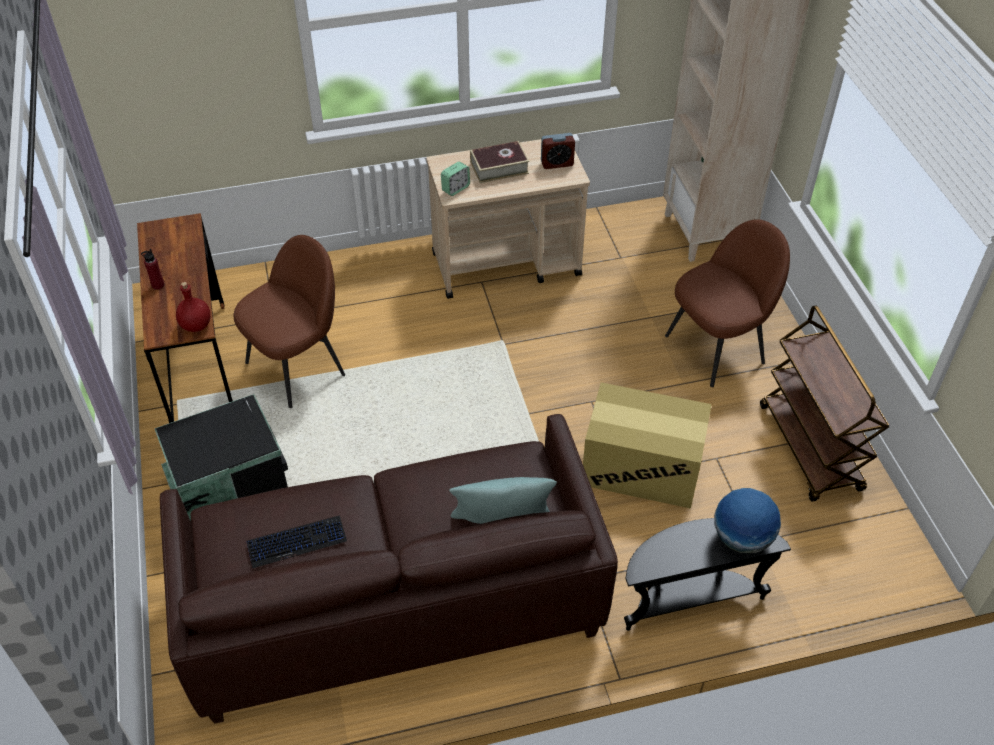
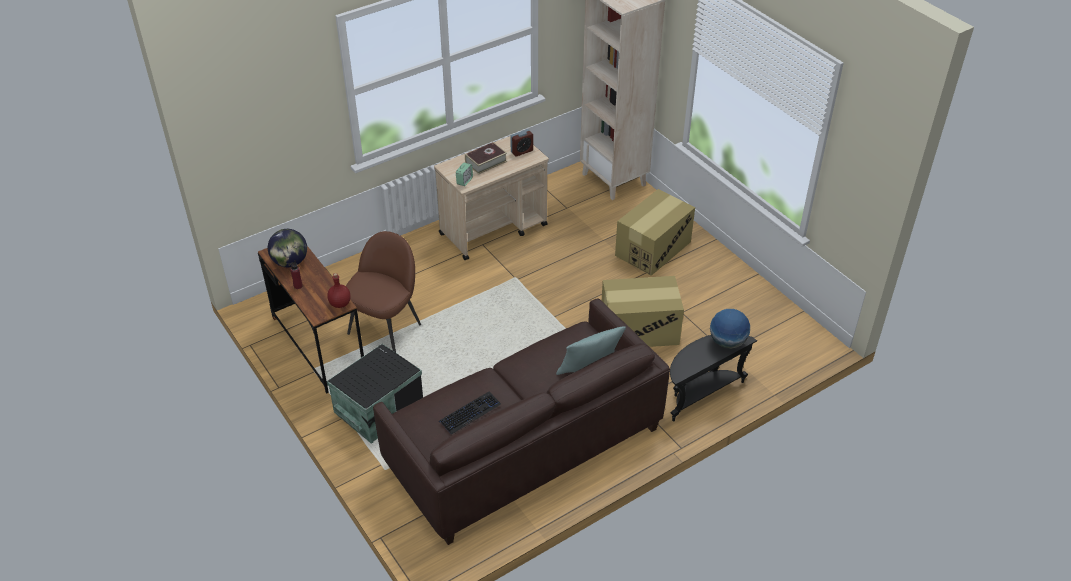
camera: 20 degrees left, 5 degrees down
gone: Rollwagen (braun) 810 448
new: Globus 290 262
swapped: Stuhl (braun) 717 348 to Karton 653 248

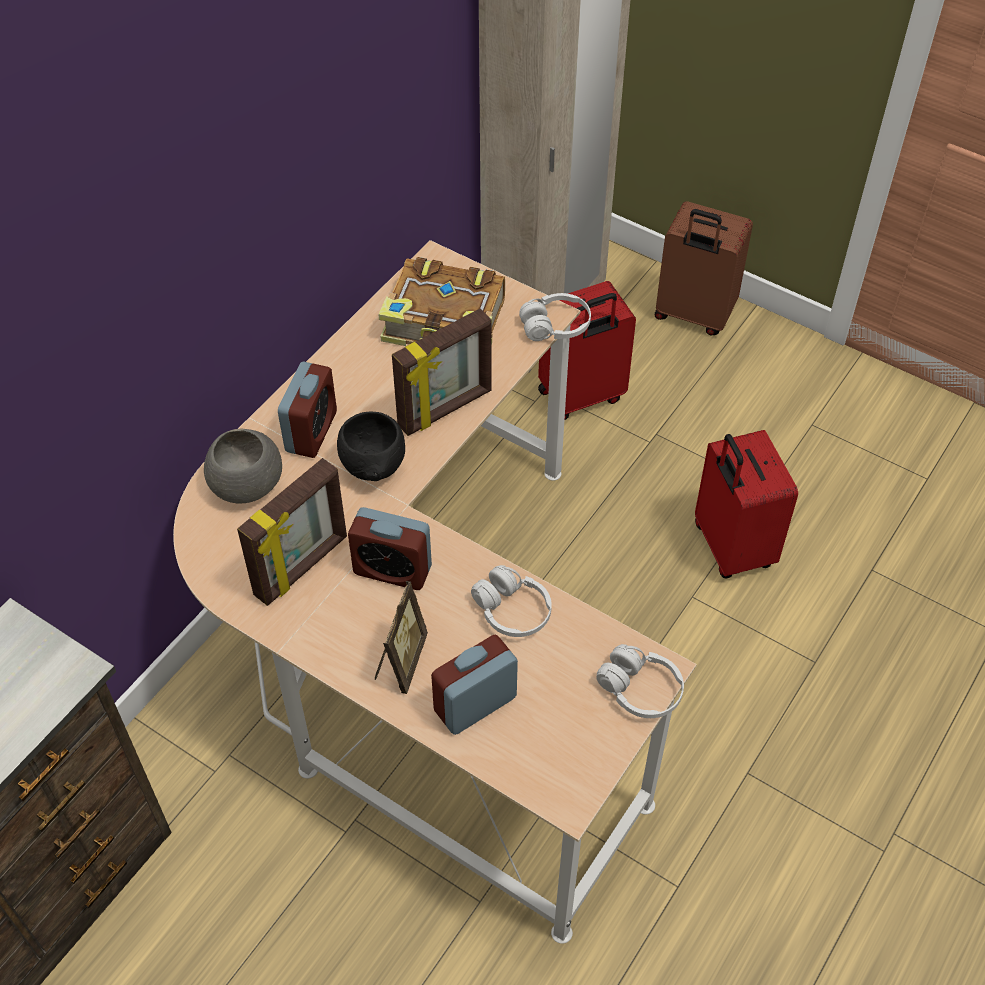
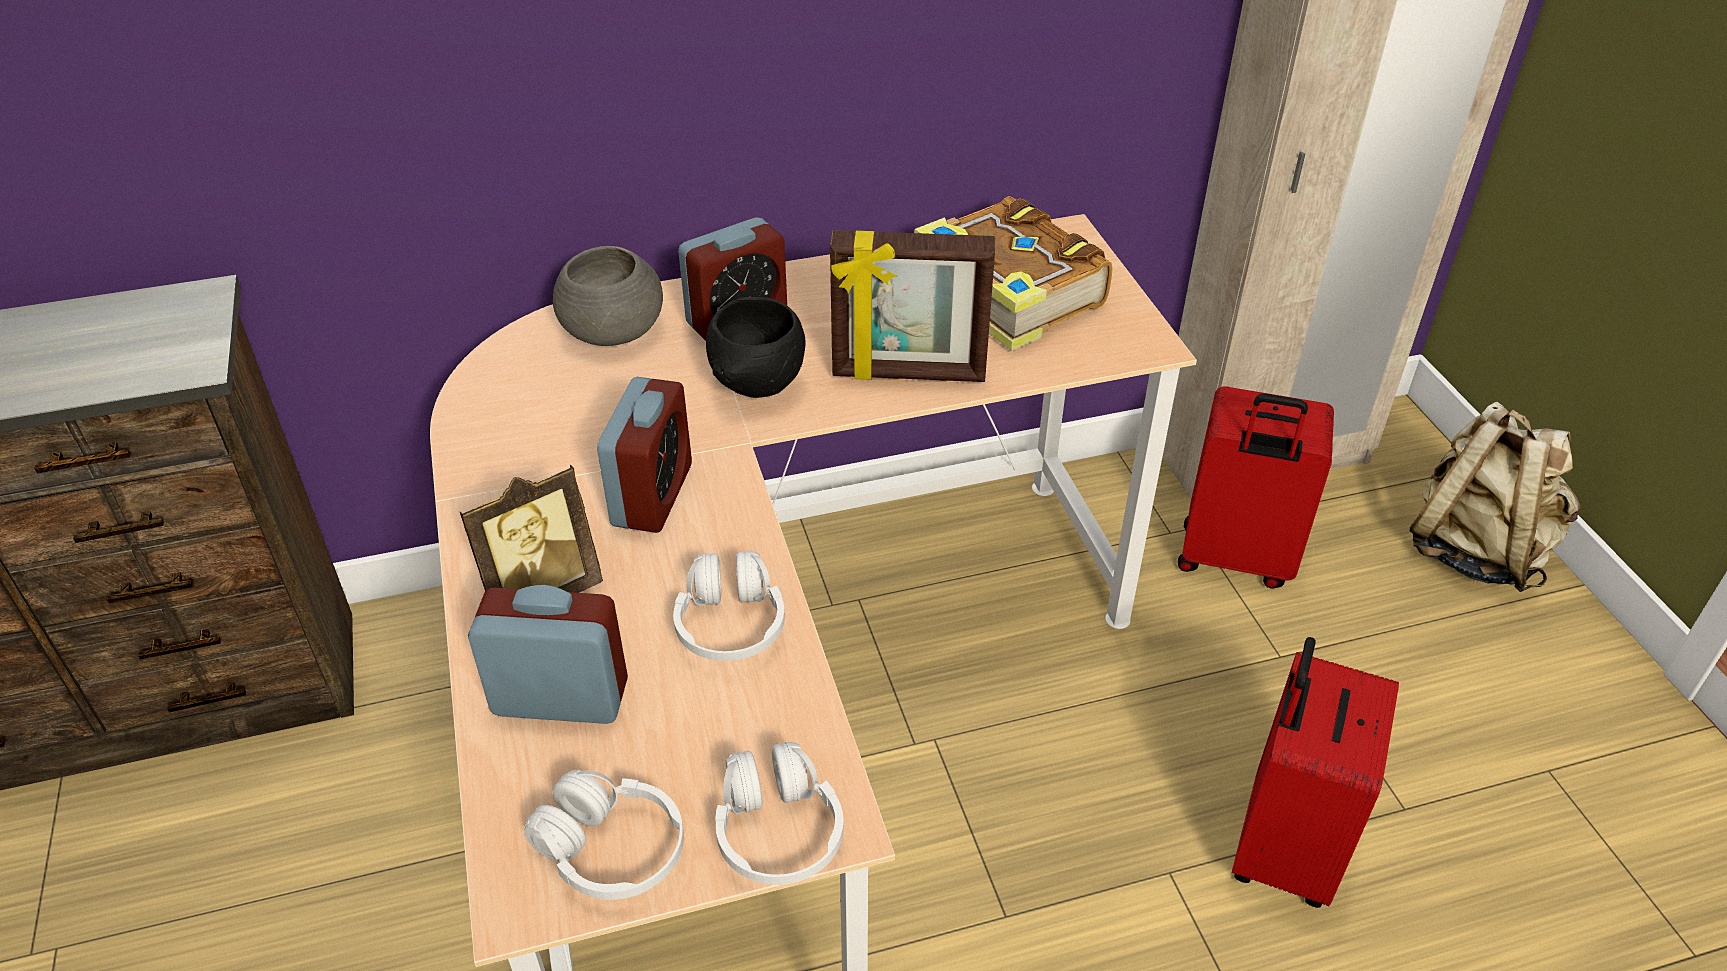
camera: 40 degrees right, 10 degrees down
gone: Bilderrahmen 302 567
shifted: Kopfhörer (weiß) 555 326 to 611 850
swapped: Koffer (braun) 693 315 to Rucksack (beige) 1475 550
rotated: Wecker 392 570 = 652 495 135 degrees counterclockwise

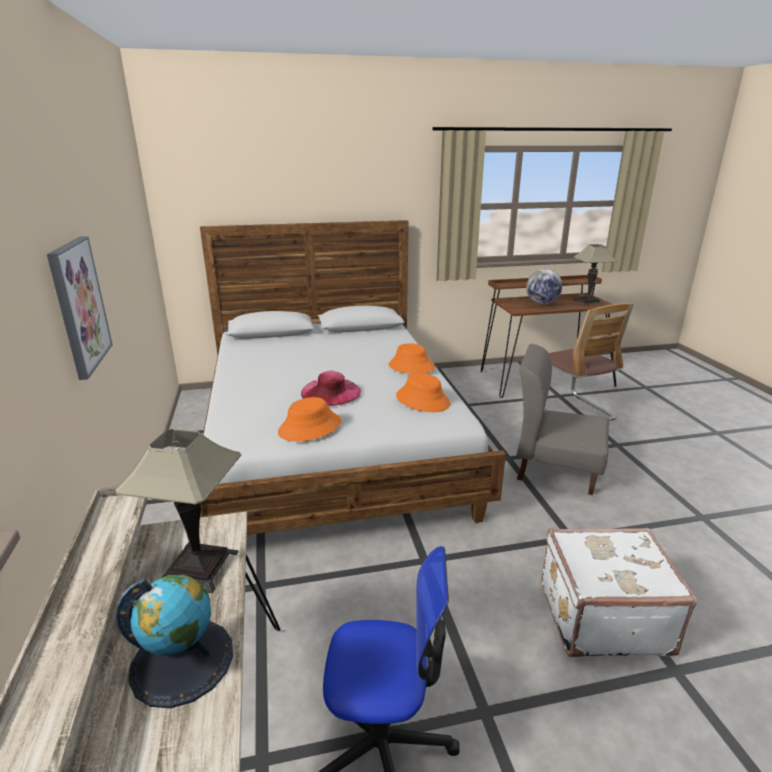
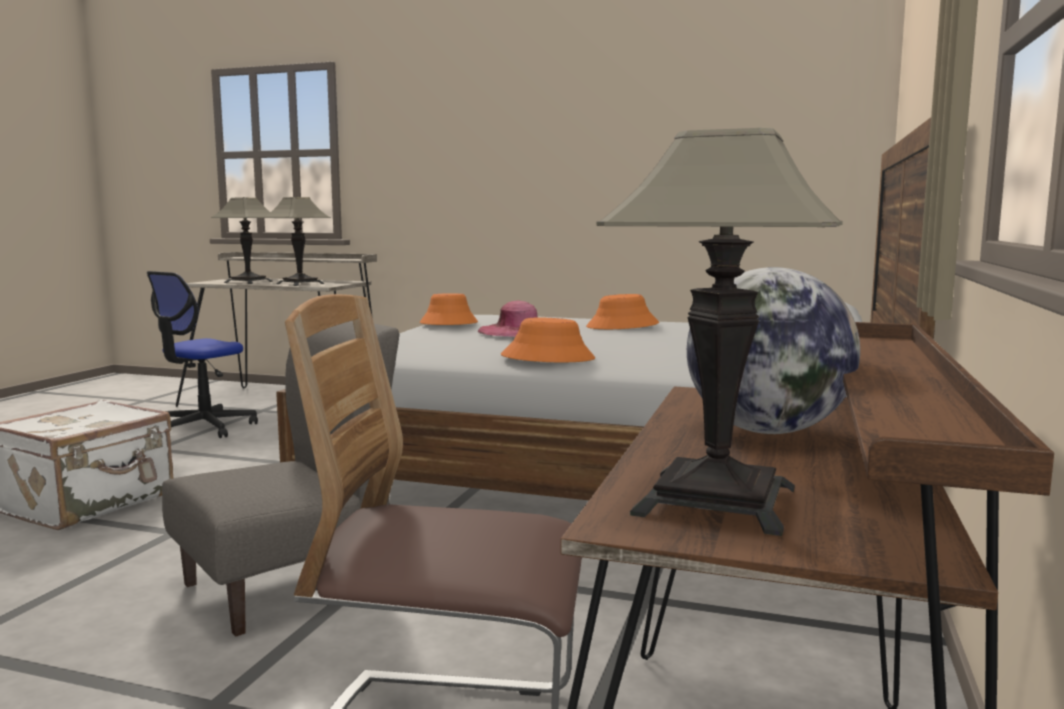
camera: 120 degrees right, 15 degrees down
gone: Bild 79 305
shifted: Hut (orange) 423 400 to 622 326
swapped: Globus 182 660 to Tischlampe 248 282

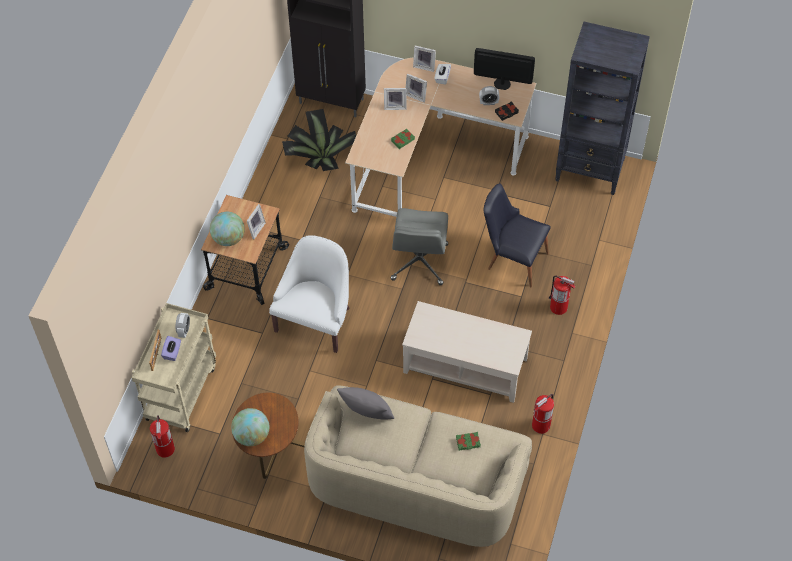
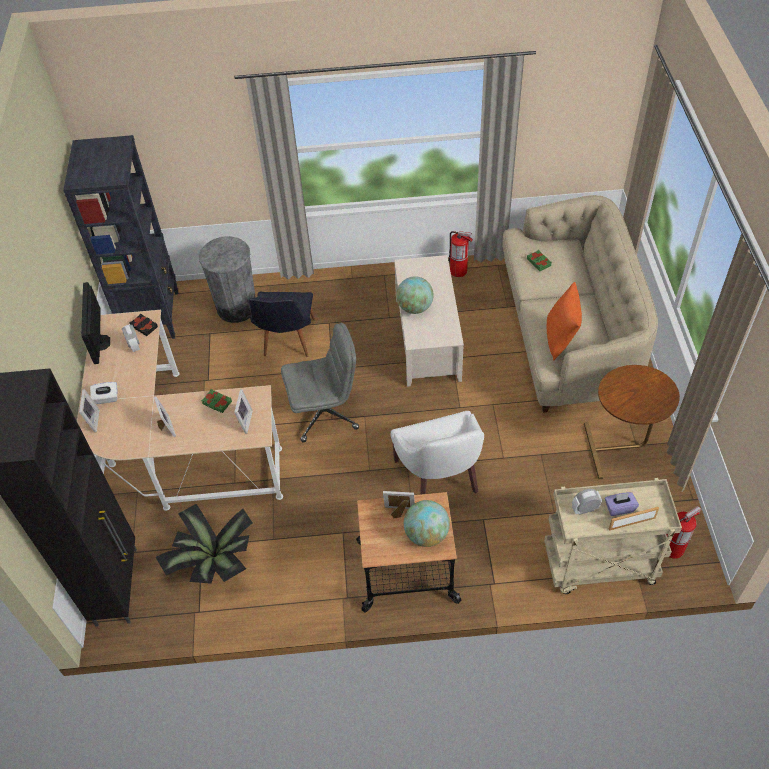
camera: 110 degrees left, 5 degrees down
gone: Feuerlöscher 559 307
new: Mülleimer (grau) 237 307
shifted: Bilderrahmen 416 95 to 243 421; Globus 252 435 to 415 307
repainted: Kissen (grau) 366 415 to Kissen (orange) 560 339
rotated: Sessel (weiß) 316 320 = 440 476 105 degrees counterclockwise

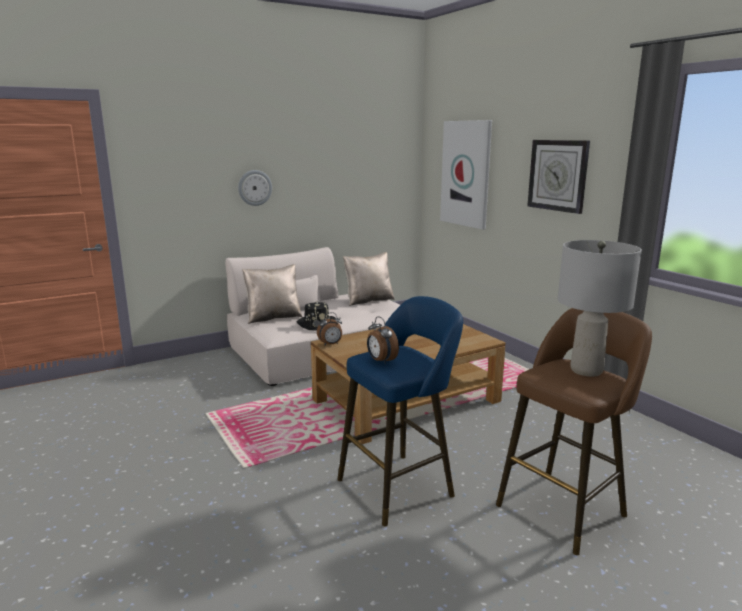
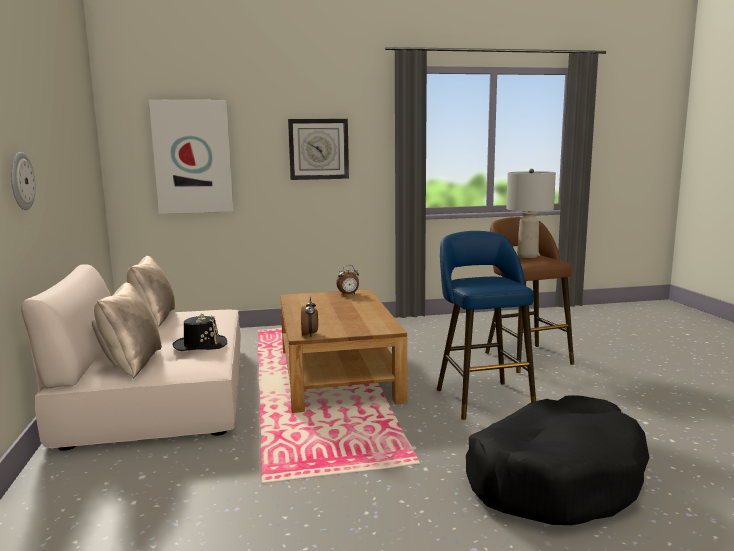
camera: 70 degrees left, 5 degrees down
new: Hundebett (schwarz) 554 478
shifted: Wecker 381 361 to 348 294

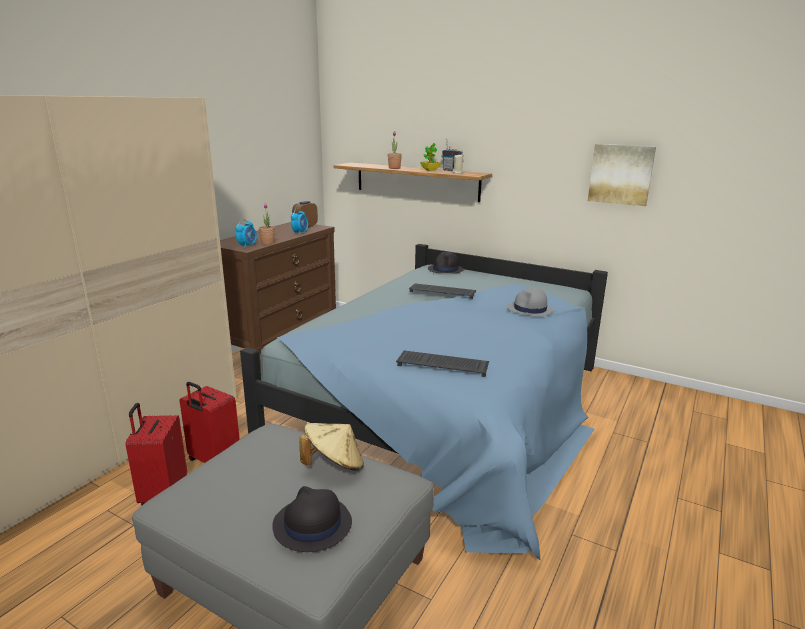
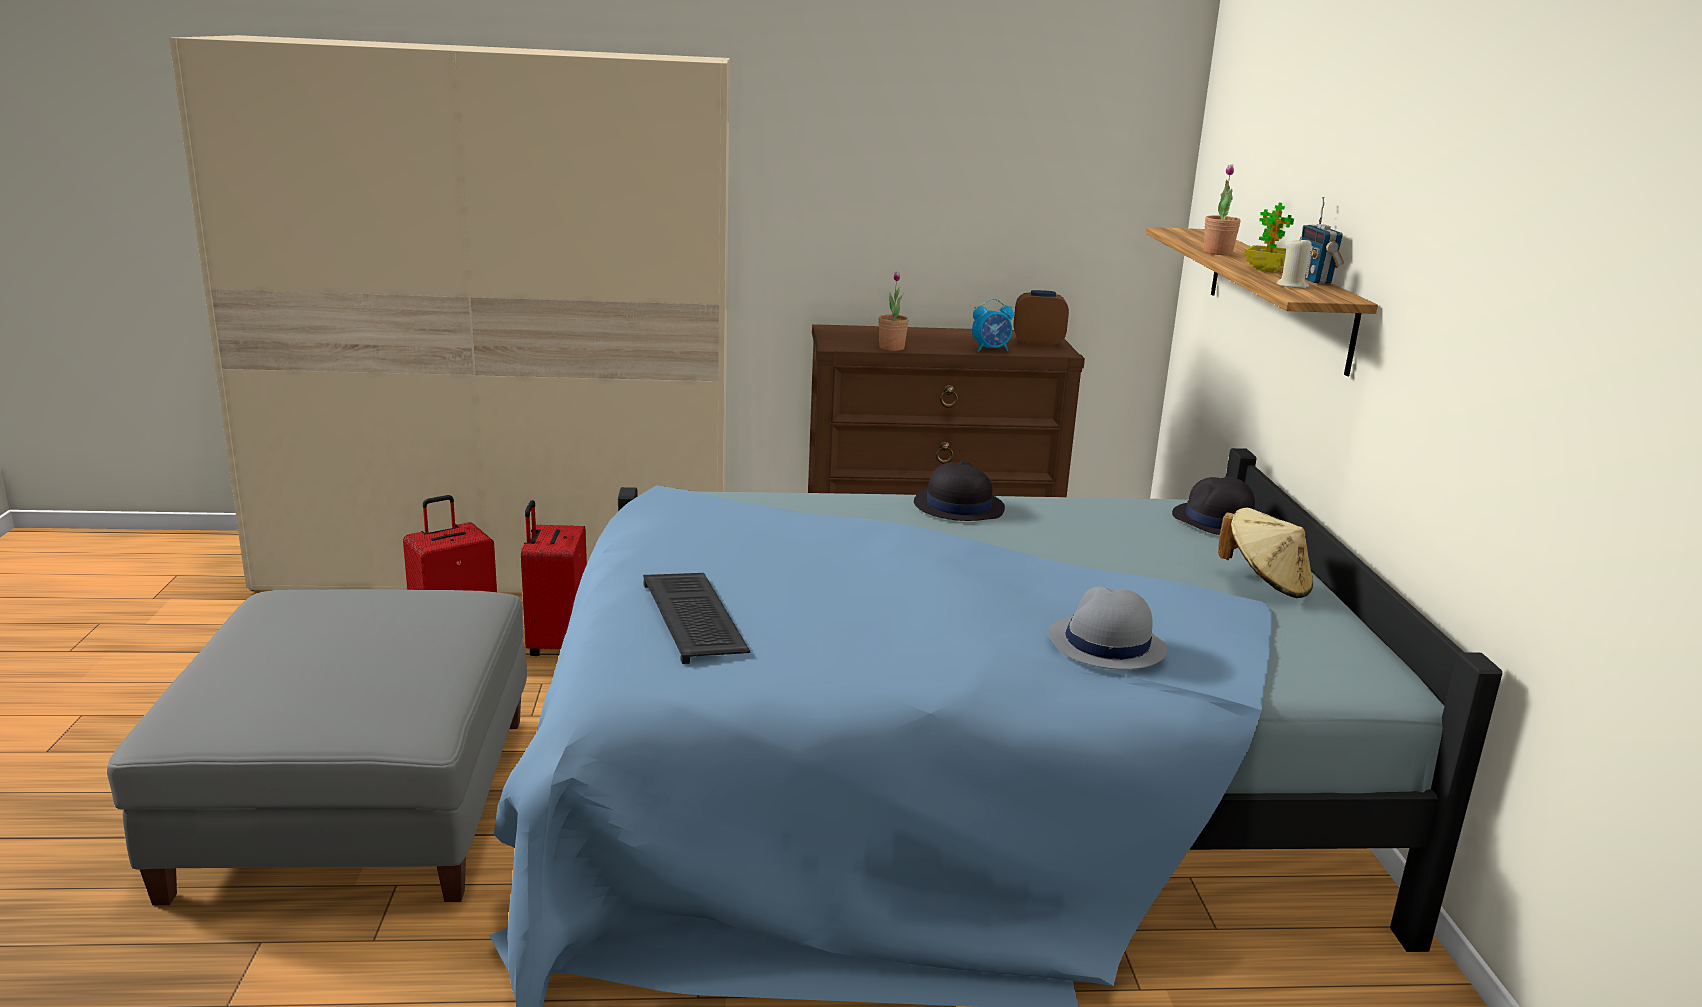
camera: 55 degrees right, 0 degrees up
gone: Wecker 247 246; Tastatur 443 292; Bild 621 174
shifted: Hut (schwarz) 312 524 to 958 506; Hut (beige) 334 465 to 1265 583

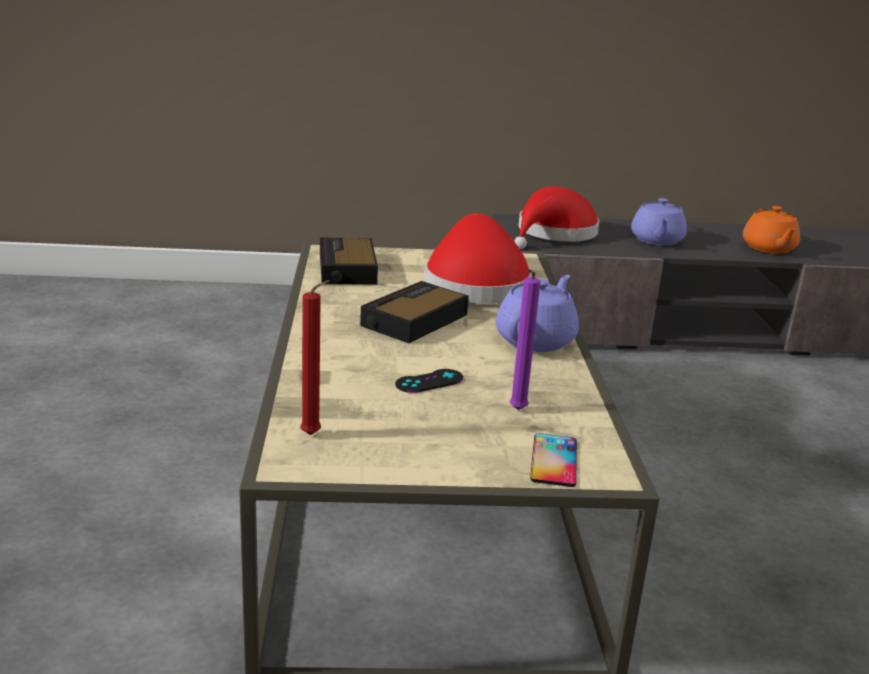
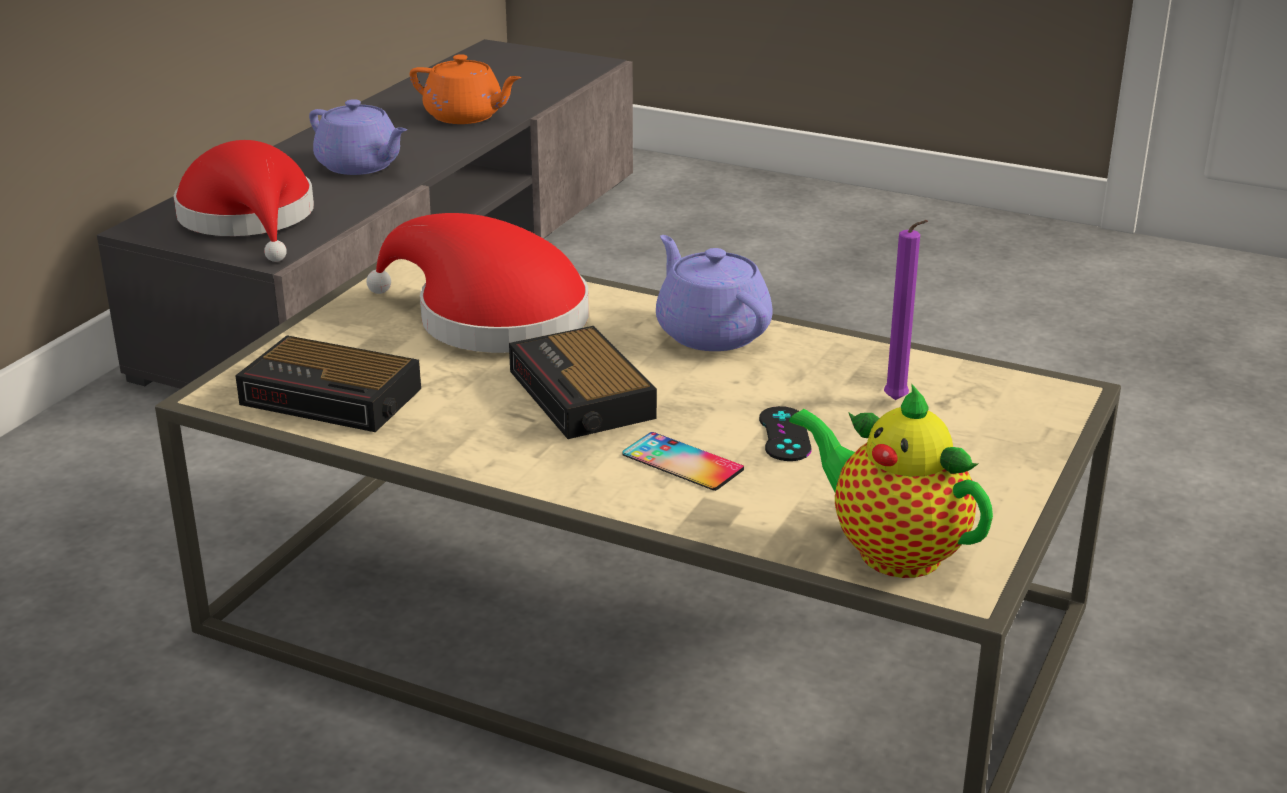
camera: 60 degrees left, 5 degrees up
shifted: Handy 554 460 to 682 462
swapped: Kerze (rot) 314 435 to Teekanne 891 550

